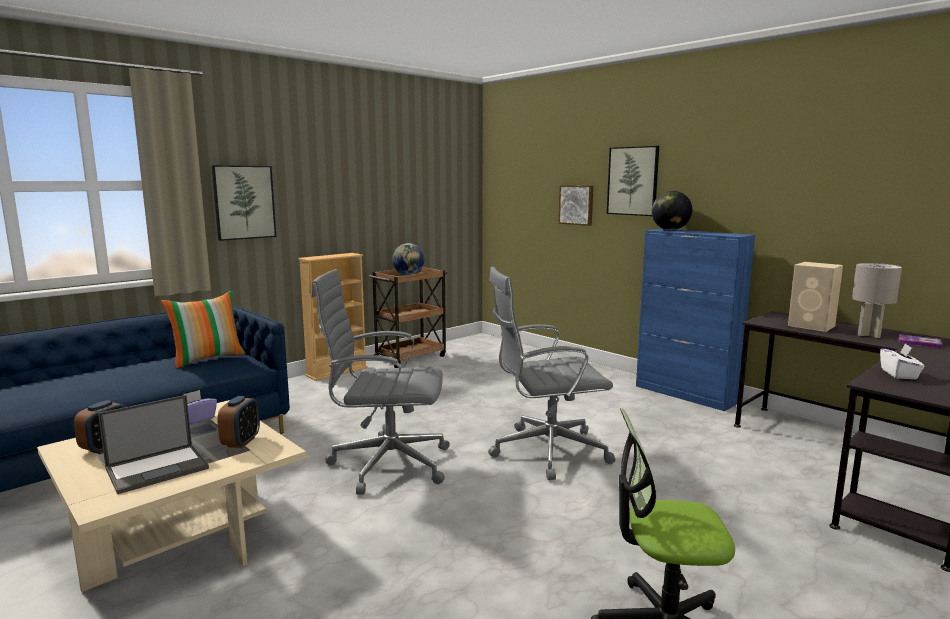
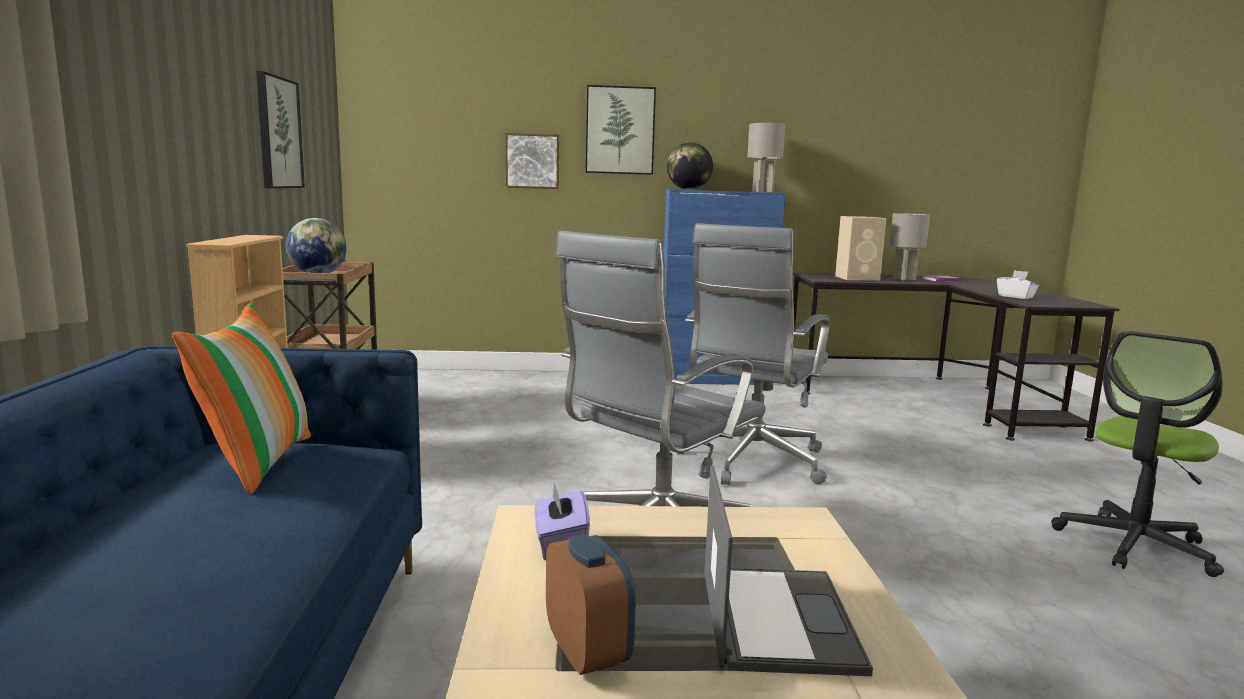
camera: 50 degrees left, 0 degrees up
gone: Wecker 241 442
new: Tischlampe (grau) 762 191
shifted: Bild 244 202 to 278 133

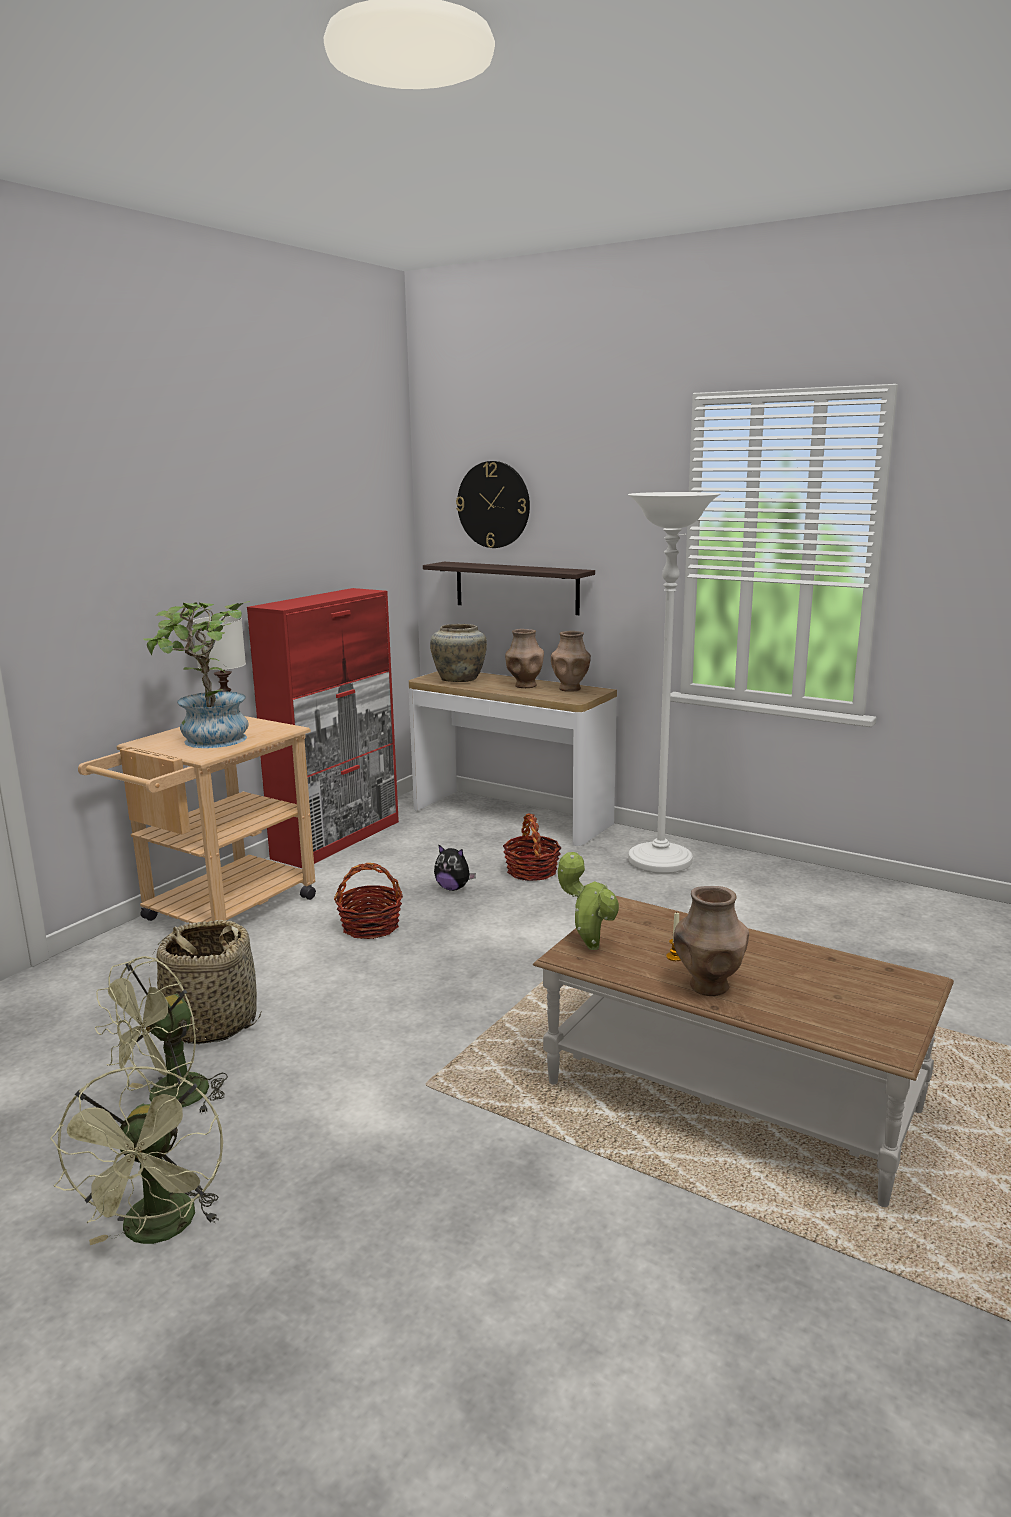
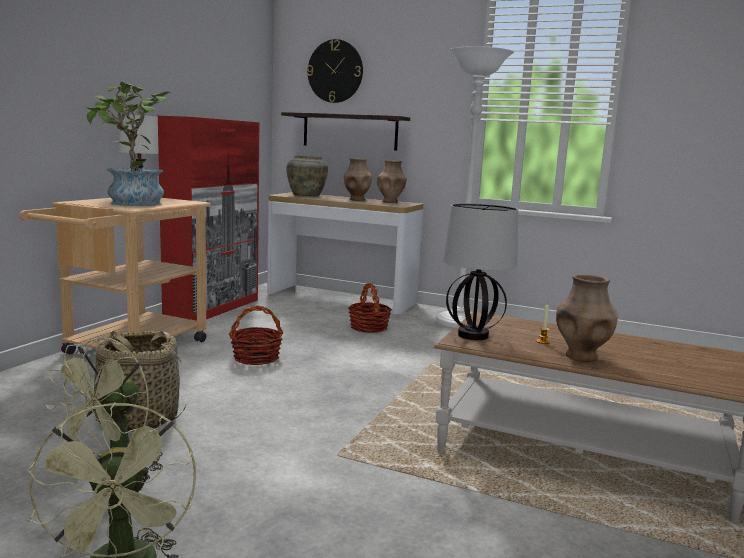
camera: 10 degrees left, 5 degrees down
gone: Plüschtier 453 888
swapped: Topfpflanze 589 945 to Tischlampe 472 336

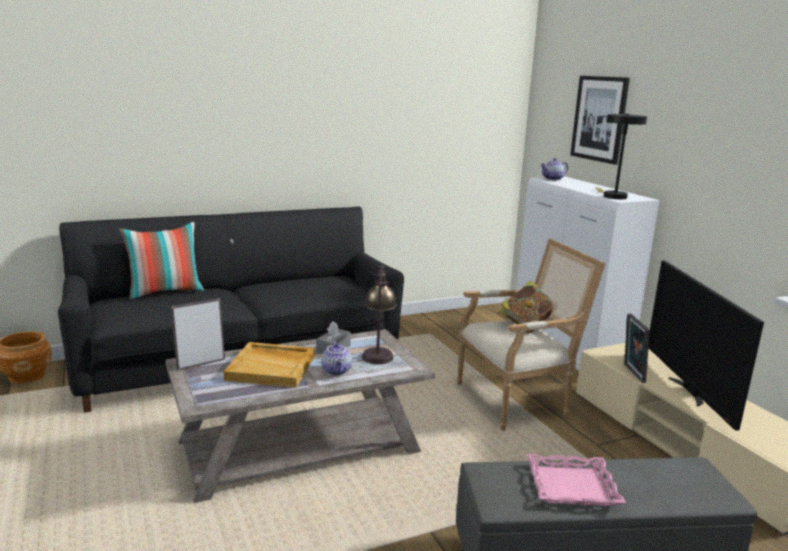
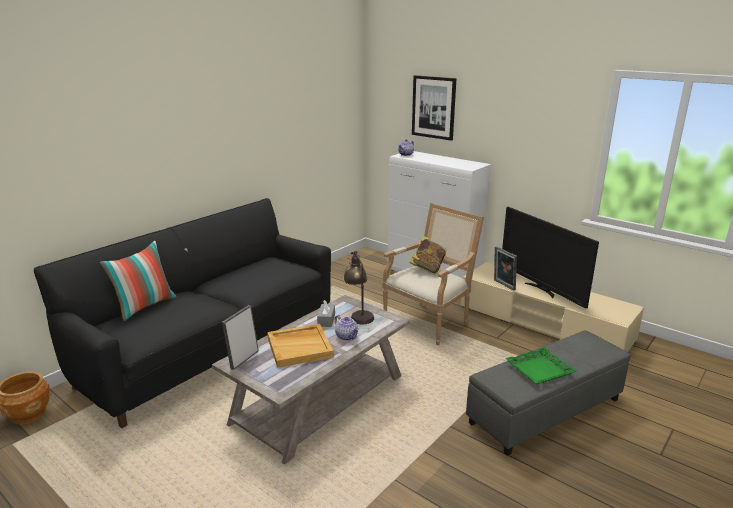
camera: 25 degrees left, 5 degrees up
gone: Tischlampe (schwarz) 612 196
repainted: Tablett (rosa) 571 486 to Tablett (grün) 540 370

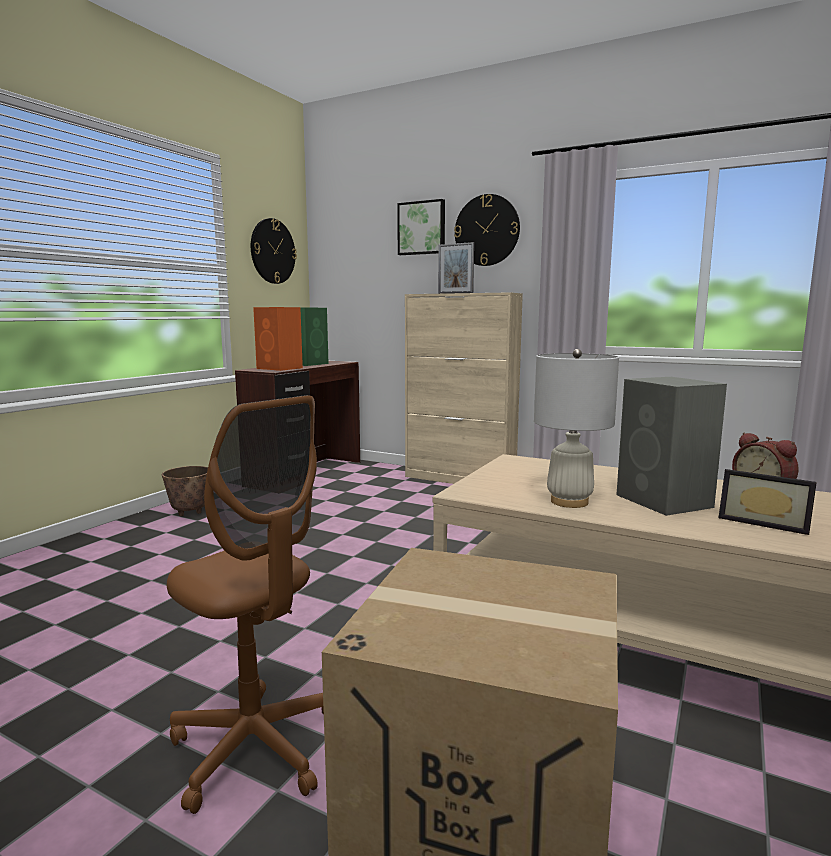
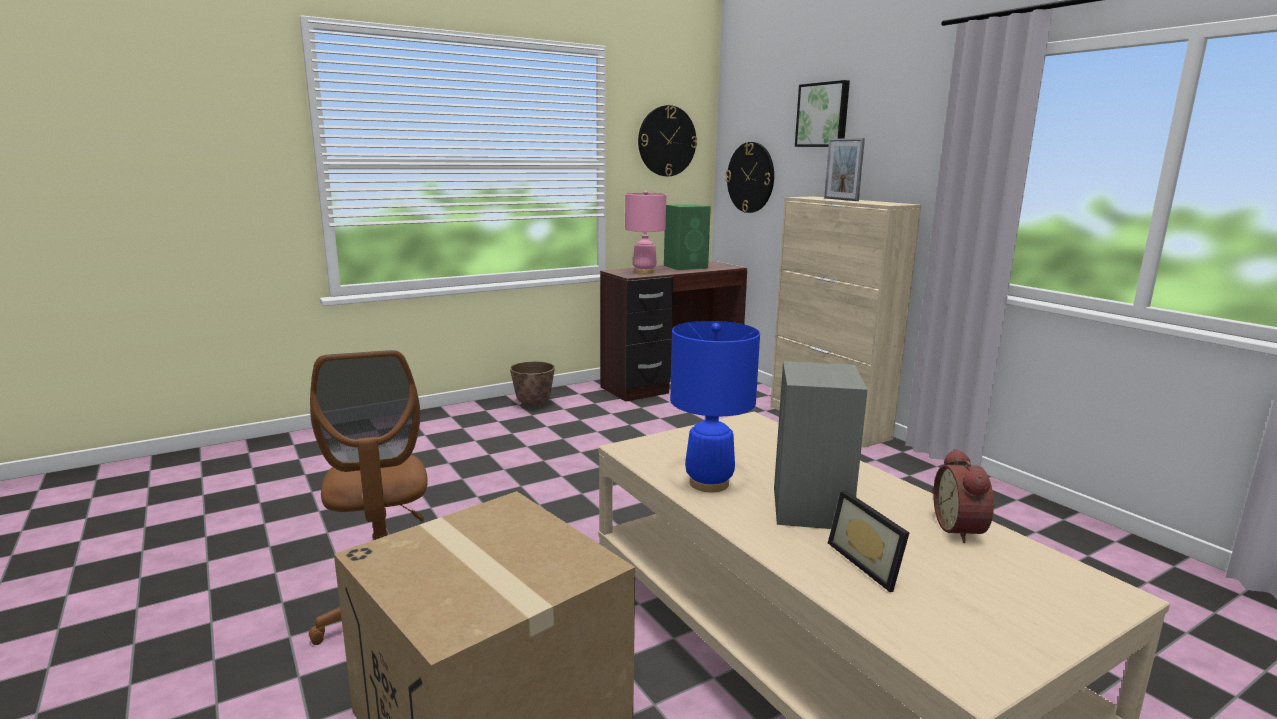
camera: 30 degrees right, 5 degrees up
shifted: Wanduhr 487 230 to 750 177
swapped: Lautsprecher (orange) 280 368 to Tischlampe (rosa) 644 272
repainted: Tischlampe (weiß) 569 501 to Tischlampe (blau) 709 483

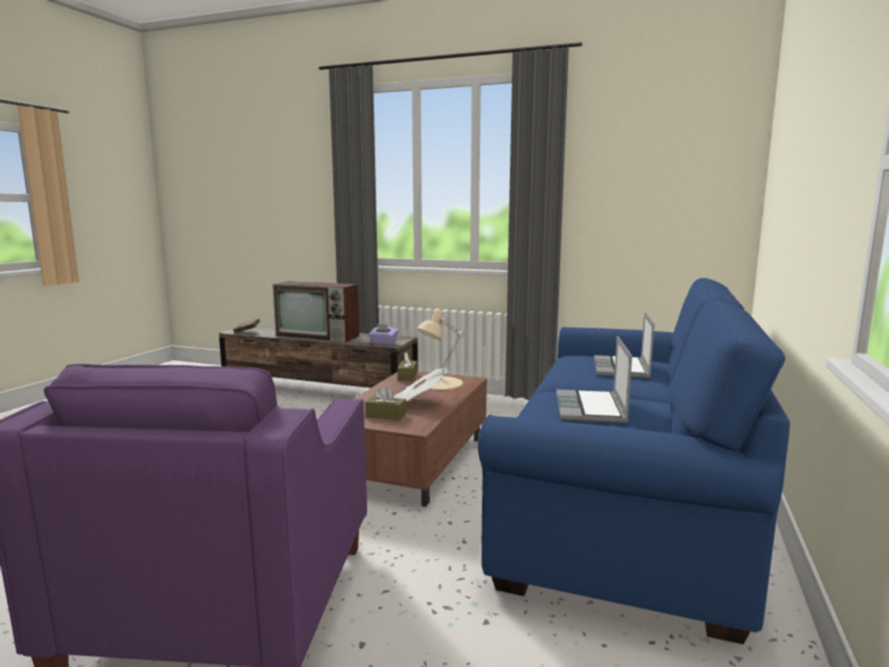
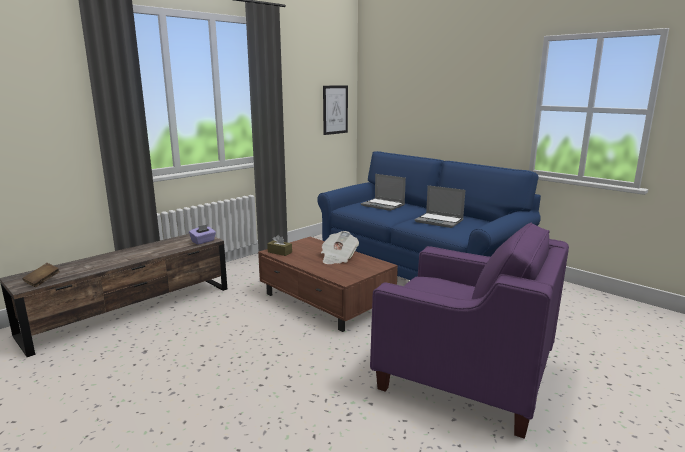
camera: 65 degrees left, 5 degrees up
gone: Fernseher 319 336; Taschentuchbox (braun) 386 415; Tischlampe (beige) 439 383
new: Bild 335 110

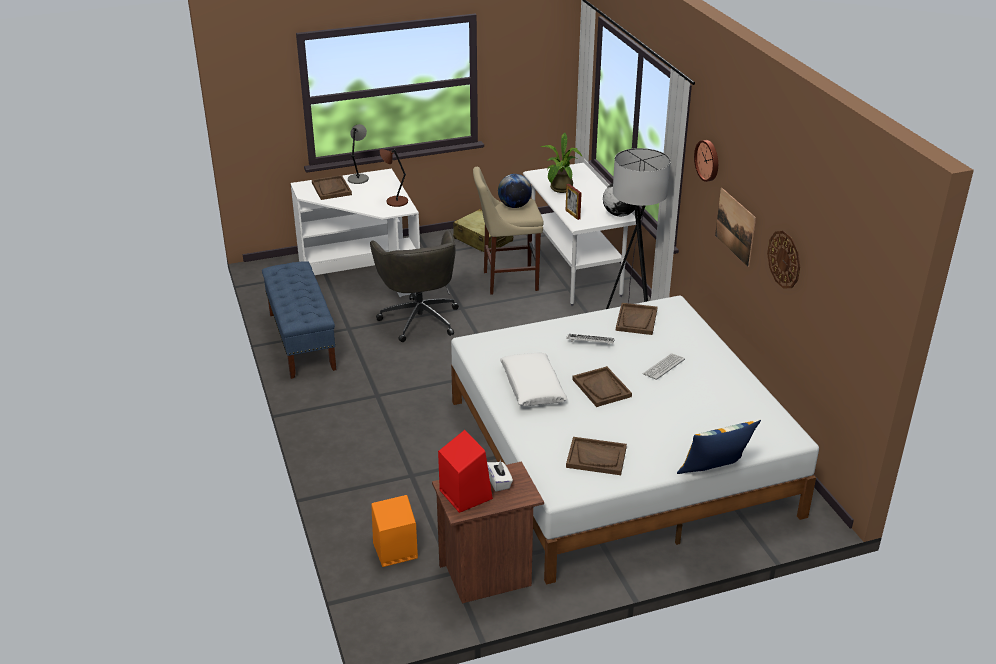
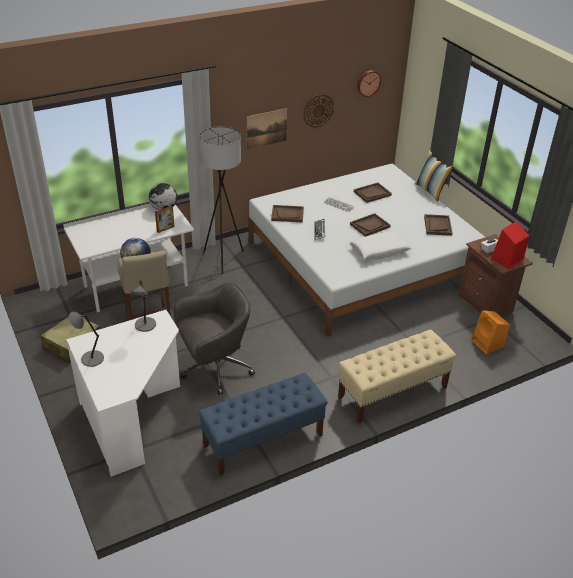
camera: 100 degrees left, 5 degrees up
gone: Topfpflanze 560 190
new: Bank (beige) 392 392
shifted: Tablett (braun) 331 189 to 372 193; Wanduhr 708 160 to 368 83
repainted: Tischlampe (braun) 395 201 to Tischlampe (grau) 145 325

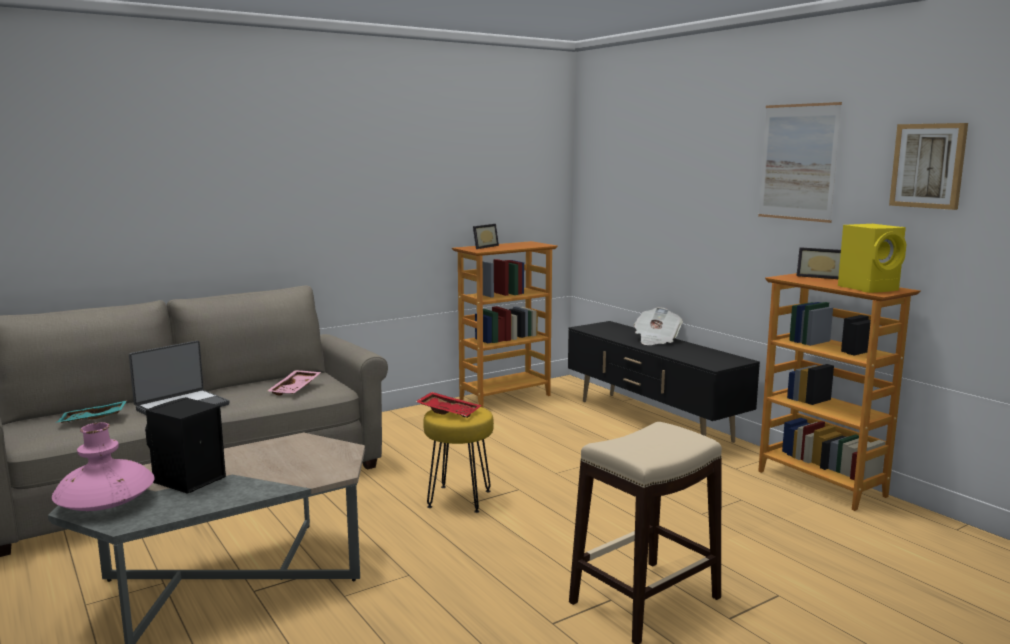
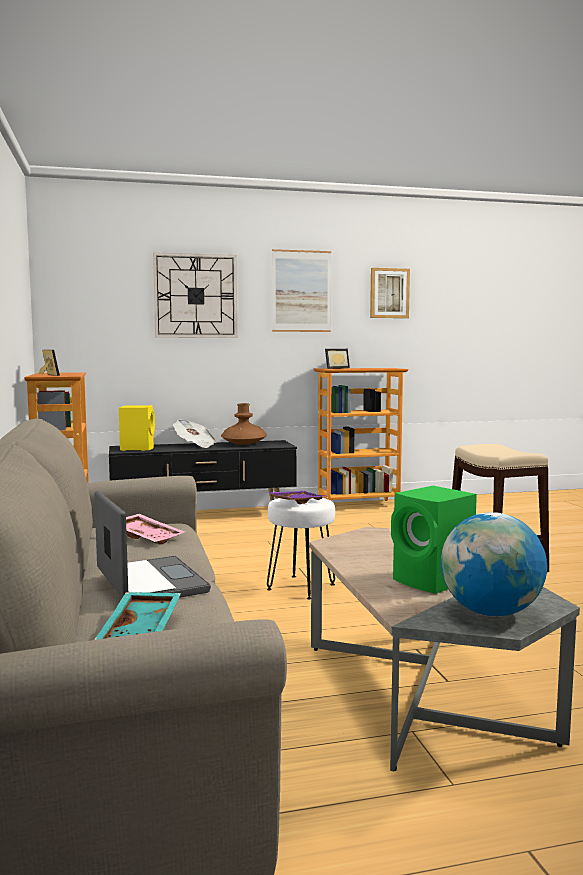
camera: 70 degrees left, 5 degrees down
new: Wanduhr 195 296; Vase (braun) 244 444
shifted: Lautsprecher (gelb) 869 288 to 138 448
swapped: Vase (rosa) 106 503 to Globus 490 612
repainted: Tablett (rot) 449 411 to Tablett (lila) 296 502; Hocker (gelb) 459 498 to Hocker (weiß) 300 587; Lautsprecher (schwarz) 187 481 to Lautsprecher (grün) 434 581

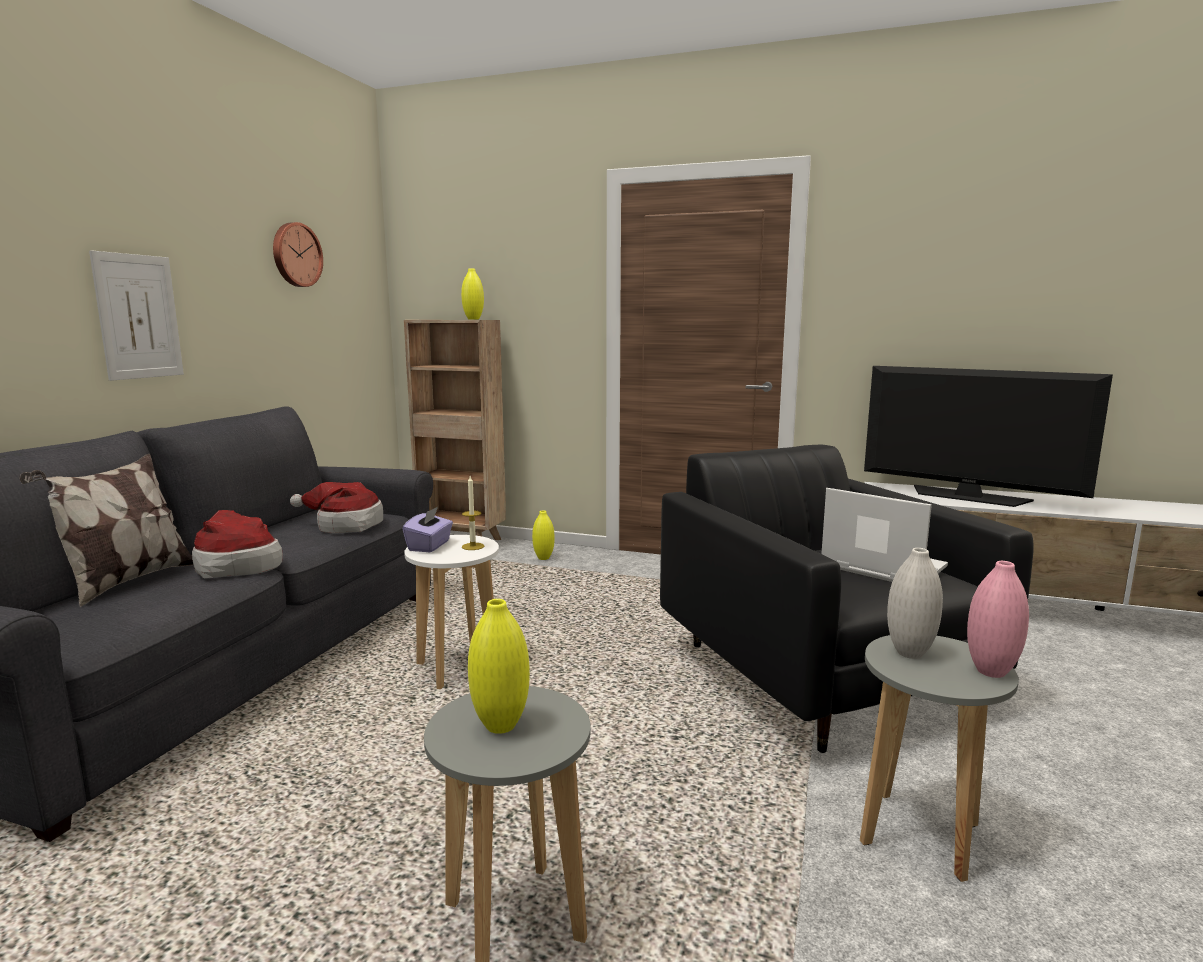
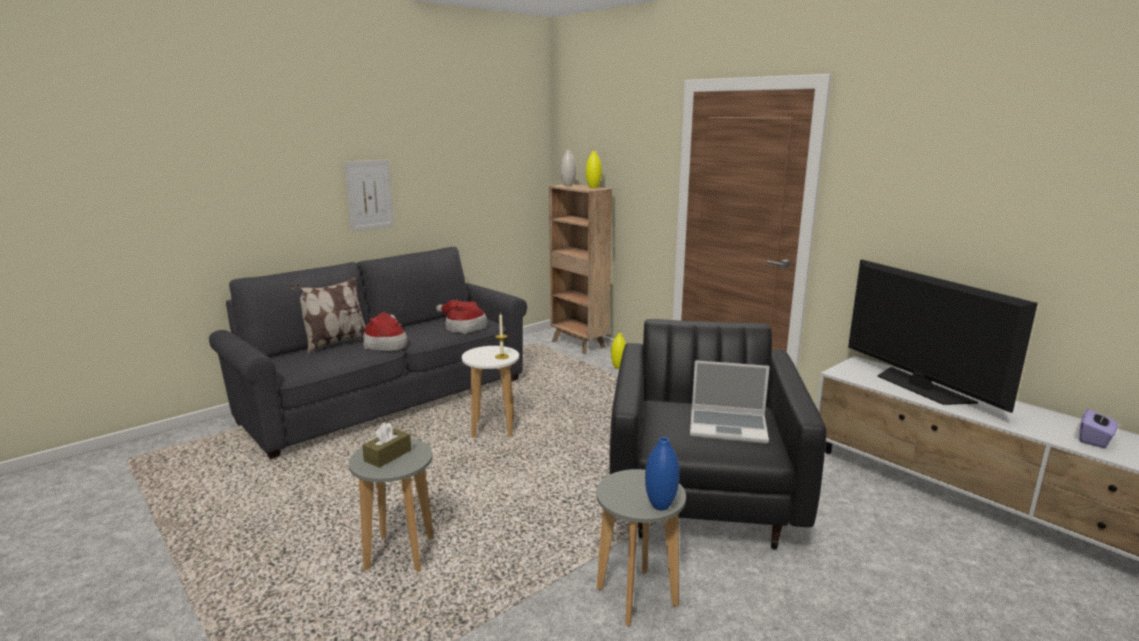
camera: 30 degrees right, 5 degrees up
gone: Wanduhr 295 255
shifted: Vase (weiß) 909 653 to 568 186; Taschentuchbox (lila) 429 546 to 1095 440
swapped: Vase (gelb) 500 725 to Taschentuchbox (braun) 388 455
repainted: Vase (rosa) 991 672 to Vase (blau) 660 506
rotated: Laptop 880 567 = 729 427 120 degrees clockwise

